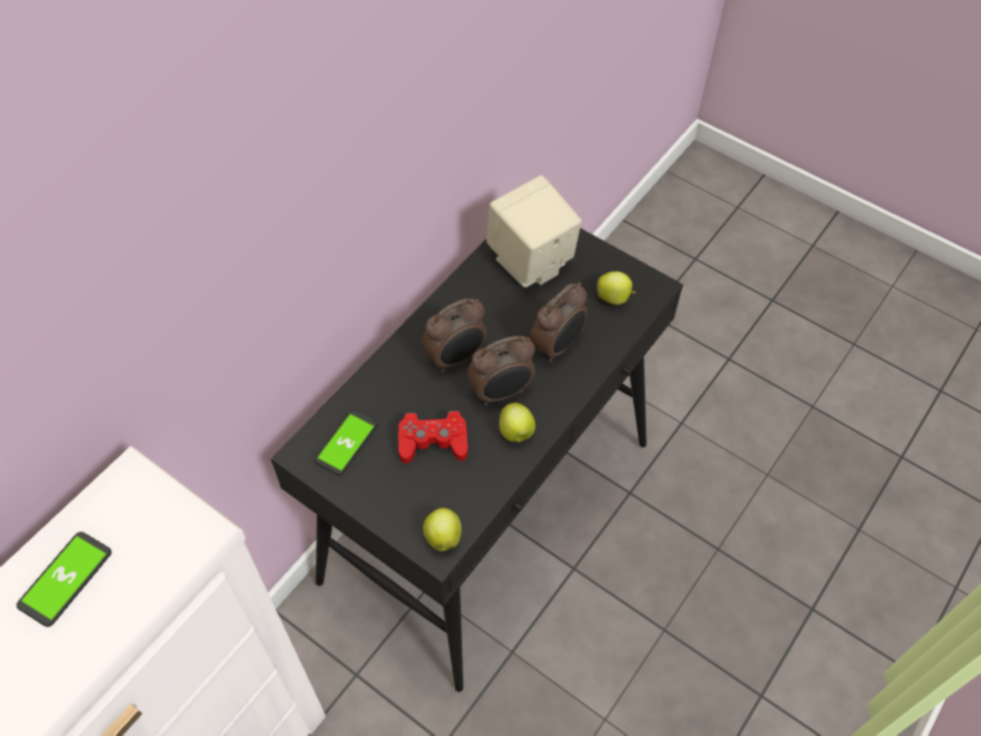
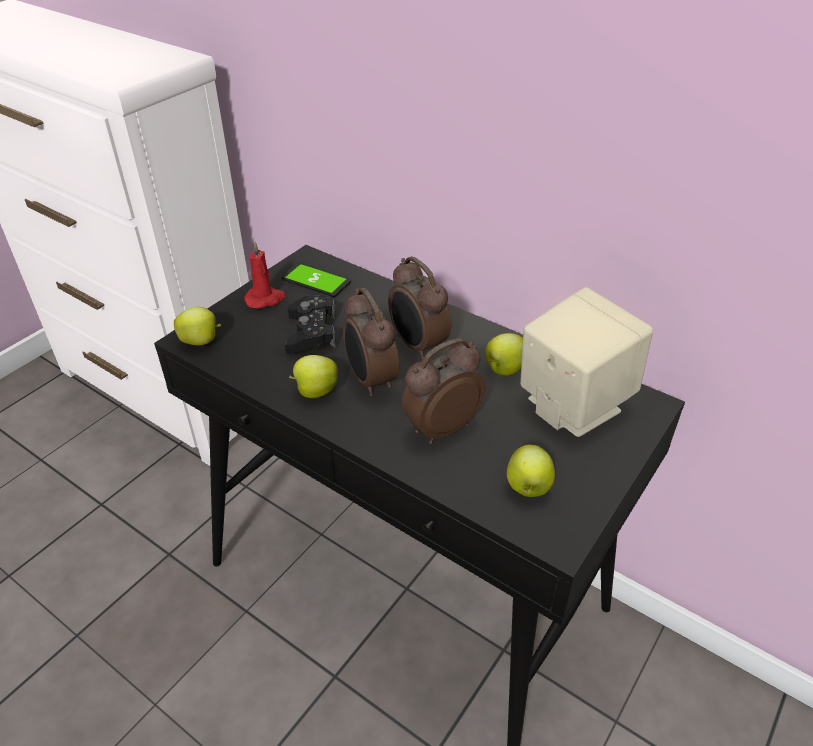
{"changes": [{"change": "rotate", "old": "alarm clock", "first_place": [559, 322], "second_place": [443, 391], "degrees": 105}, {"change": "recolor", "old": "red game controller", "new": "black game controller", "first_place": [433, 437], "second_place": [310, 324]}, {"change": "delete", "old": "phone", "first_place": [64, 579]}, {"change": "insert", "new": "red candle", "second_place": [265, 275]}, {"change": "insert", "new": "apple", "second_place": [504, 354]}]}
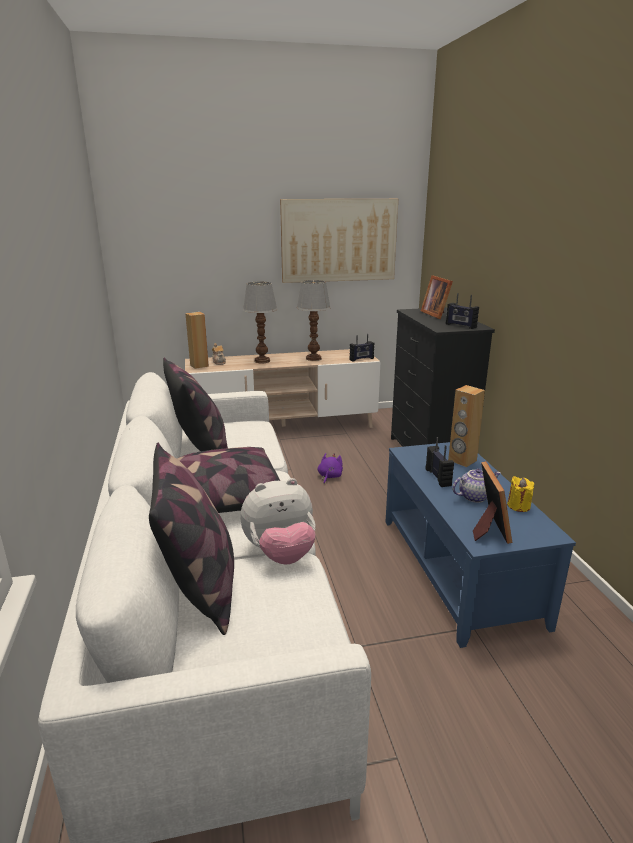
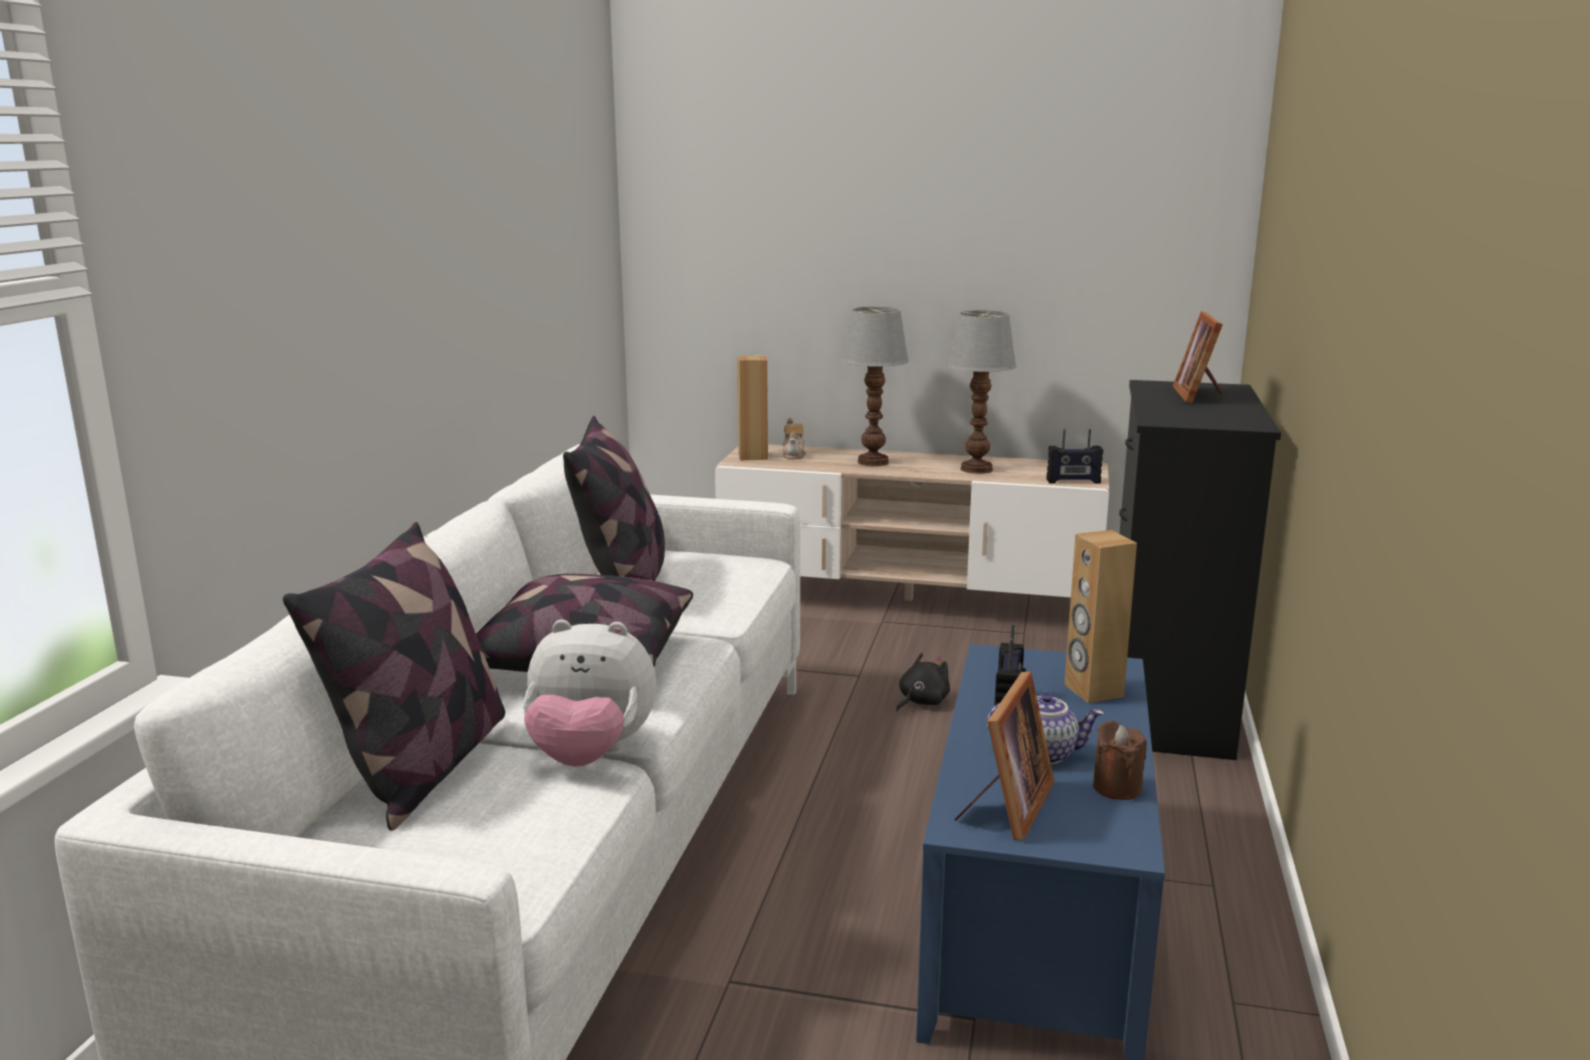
{"changes": [{"change": "delete", "old": "picture", "first_place": [339, 241]}, {"change": "delete", "old": "radio", "first_place": [462, 311]}, {"change": "recolor", "old": "purple plush toy", "new": "black plush toy", "first_place": [330, 468], "second_place": [923, 682]}, {"change": "recolor", "old": "yellow candle", "new": "brown candle", "first_place": [520, 494], "second_place": [1120, 760]}]}
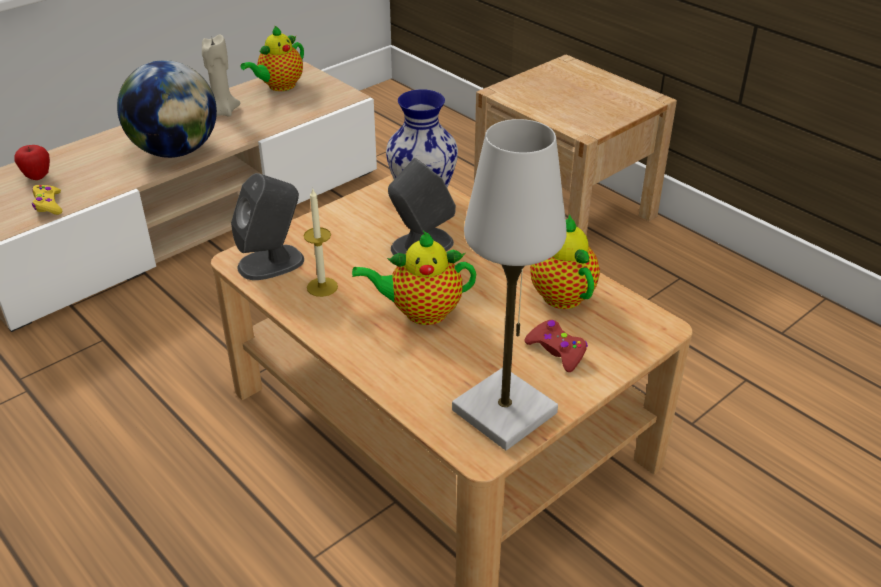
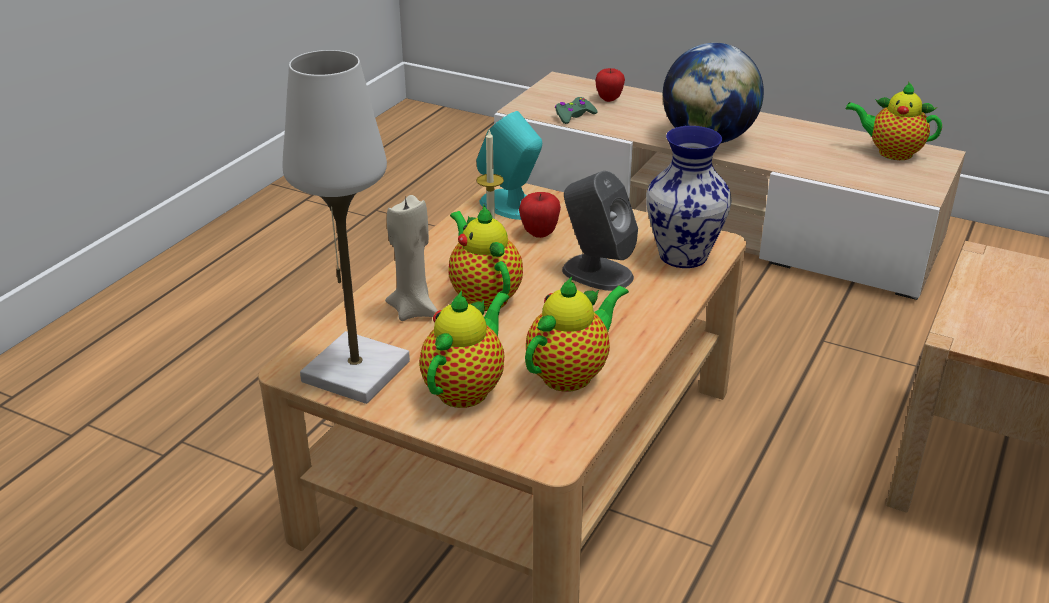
{"changes": [{"change": "move", "old": "beige candle", "first_place": [221, 75], "second_place": [411, 258]}, {"change": "recolor", "old": "grey speaker", "new": "turquoise speaker", "first_place": [267, 226], "second_place": [509, 165]}, {"change": "recolor", "old": "yellow game controller", "new": "green game controller", "first_place": [47, 200], "second_place": [576, 110]}, {"change": "replace", "old": "red game controller", "new": "teapot", "first_place": [556, 346], "second_place": [464, 349]}, {"change": "insert", "new": "apple", "second_place": [540, 215]}]}
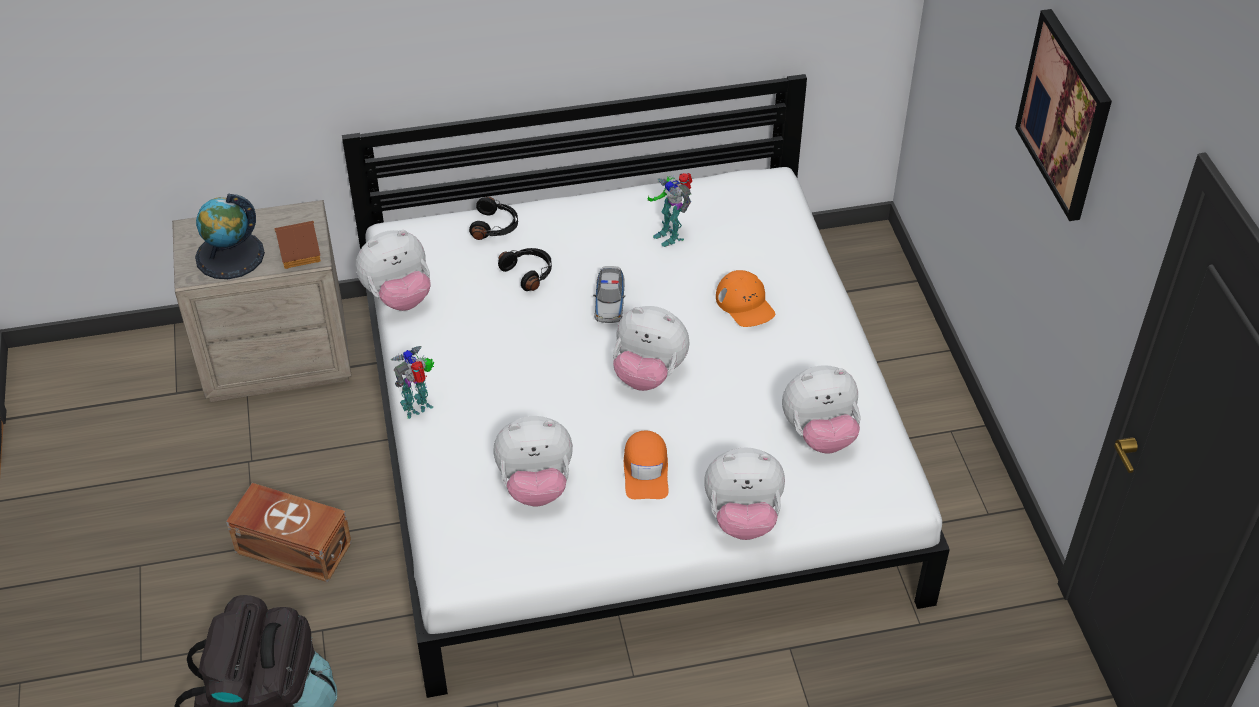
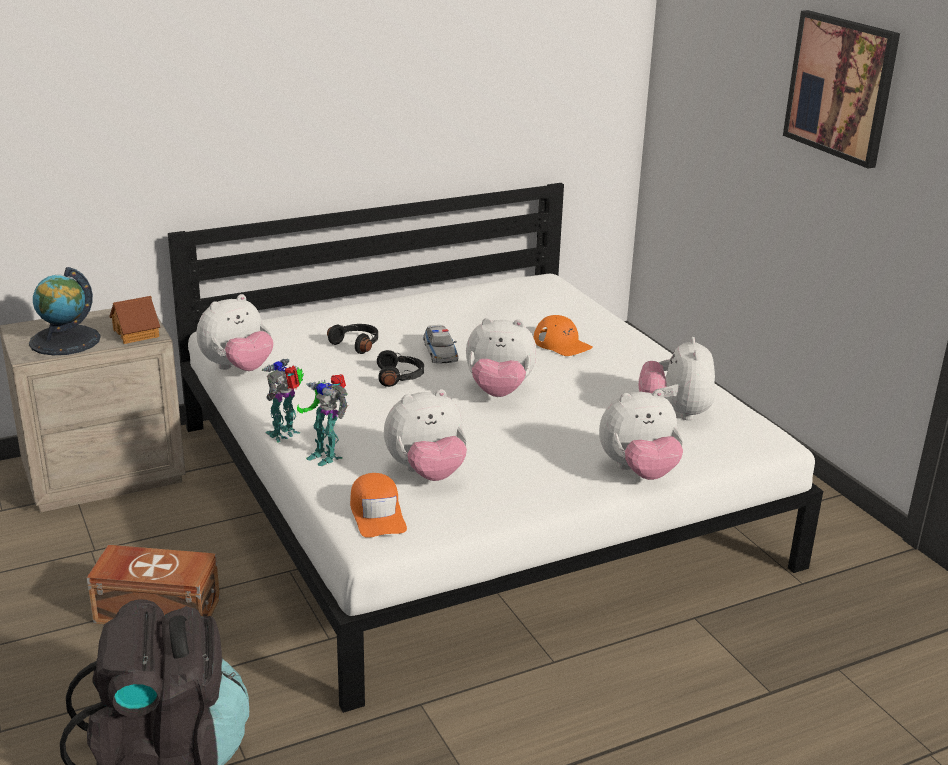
{"changes": [{"change": "move", "old": "toy robot", "first_place": [670, 210], "second_place": [322, 420]}, {"change": "move", "old": "black headphones", "first_place": [493, 218], "second_place": [400, 368]}, {"change": "rotate", "old": "plush toy", "first_place": [821, 409], "second_place": [677, 378], "degrees": 120}, {"change": "move", "old": "orange cap", "first_place": [646, 464], "second_place": [378, 505]}]}
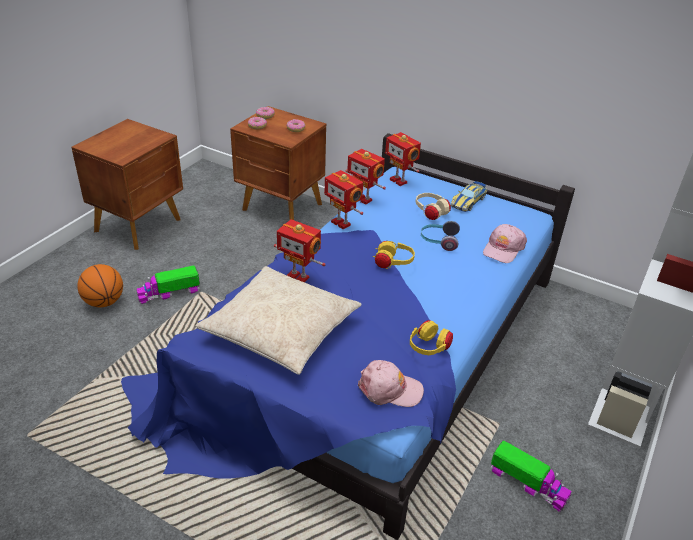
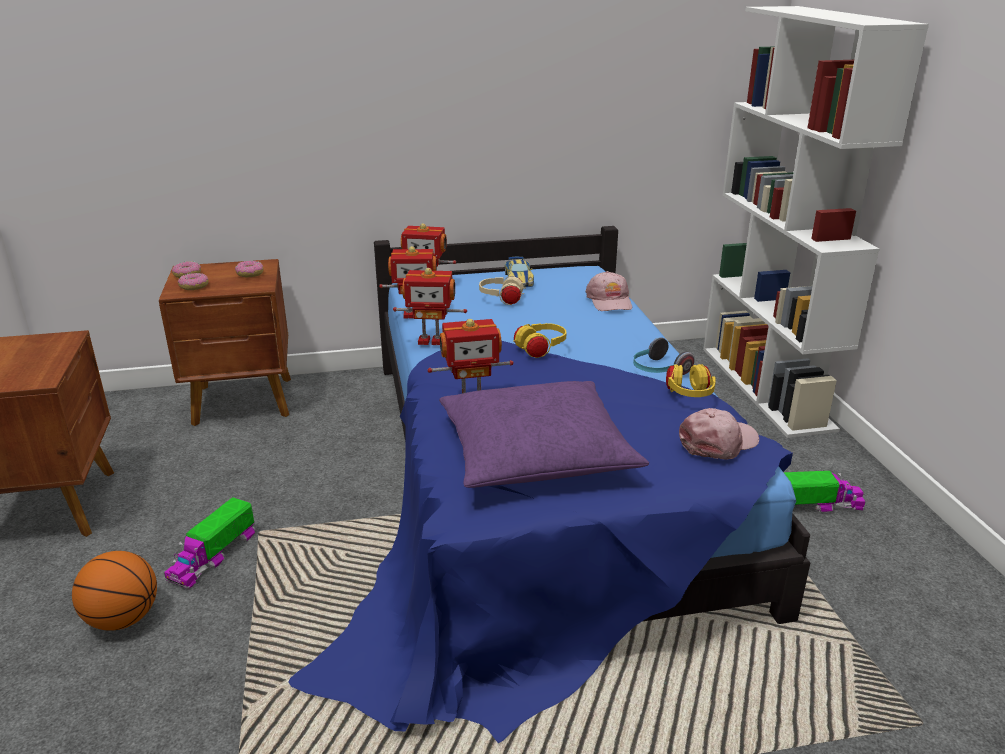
{"changes": [{"change": "move", "old": "headphones", "first_place": [440, 236], "second_place": [663, 356]}, {"change": "recolor", "old": "beige pillow", "new": "purple pillow", "first_place": [278, 320], "second_place": [544, 434]}]}
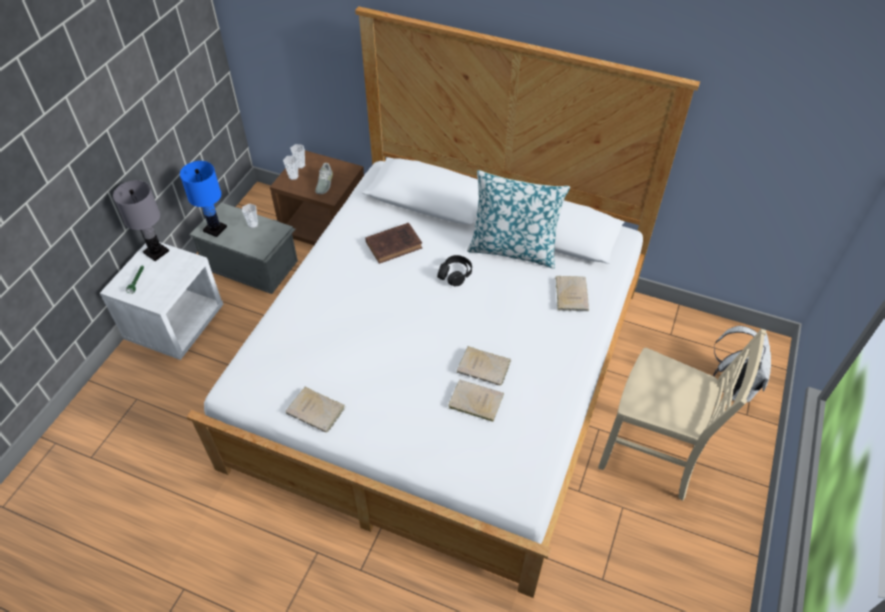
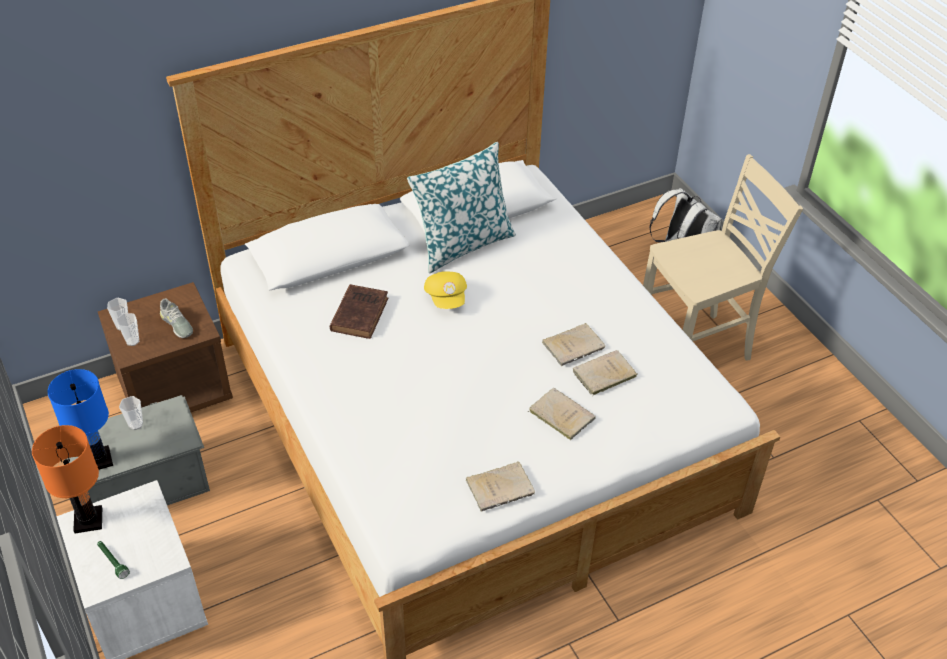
{"changes": [{"change": "recolor", "old": "grey table lamp", "new": "orange table lamp", "first_place": [141, 220], "second_place": [67, 479]}, {"change": "replace", "old": "black headphones", "new": "yellow cap", "first_place": [454, 271], "second_place": [445, 290]}, {"change": "move", "old": "beige book", "first_place": [572, 293], "second_place": [562, 414]}]}
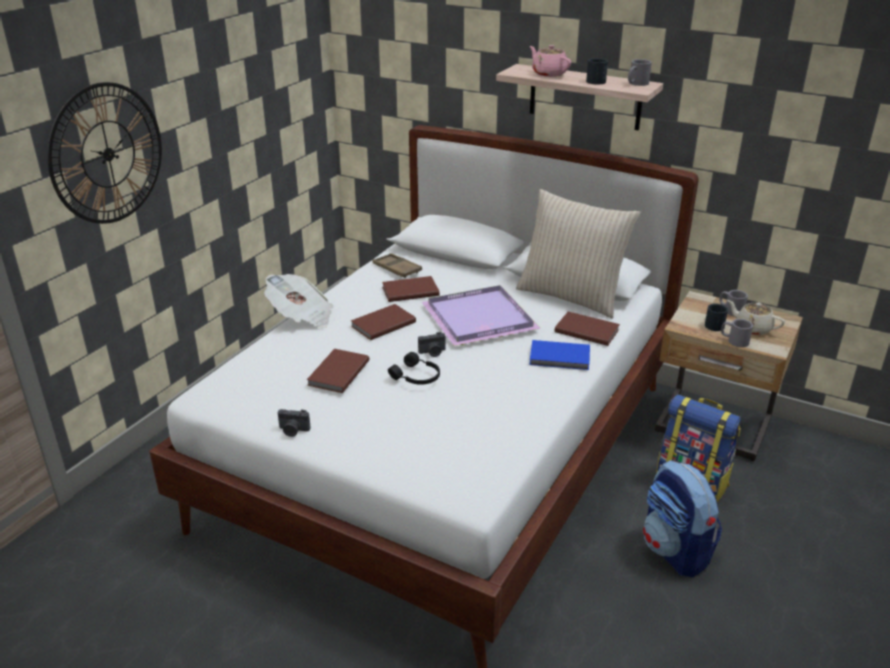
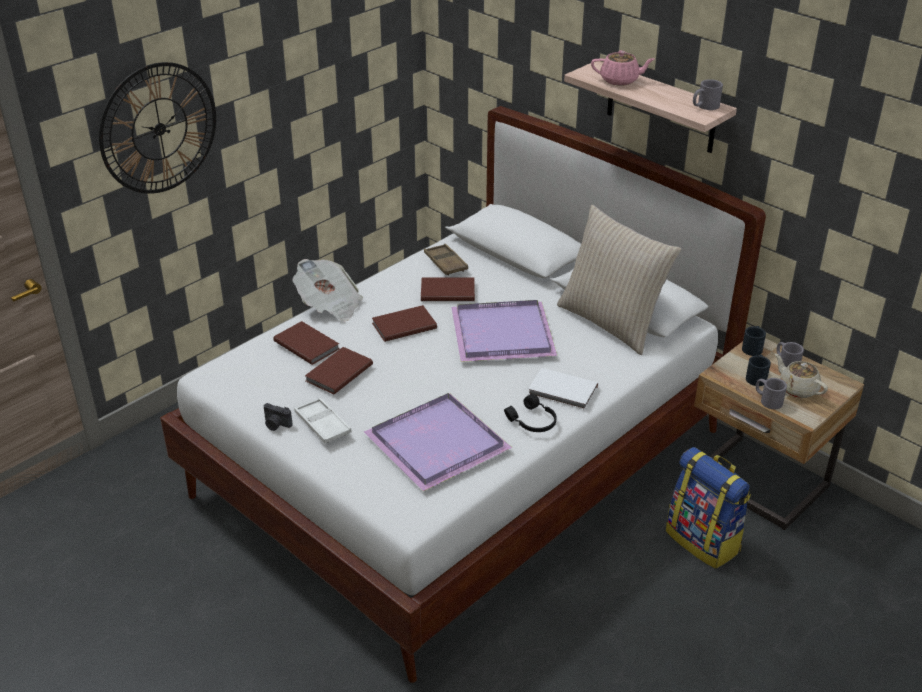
{"changes": [{"change": "rotate", "old": "pink teapot", "first_place": [550, 61], "second_place": [623, 68], "degrees": 120}, {"change": "move", "old": "black mug", "first_place": [597, 71], "second_place": [754, 341]}, {"change": "move", "old": "brown book", "first_place": [587, 328], "second_place": [306, 343]}, {"change": "delete", "old": "photo camera", "first_place": [432, 344]}, {"change": "recolor", "old": "blue book", "new": "white book", "first_place": [559, 355], "second_place": [563, 389]}, {"change": "move", "old": "black headphones", "first_place": [414, 368], "second_place": [530, 413]}, {"change": "delete", "old": "backpack", "first_place": [682, 518]}, {"change": "insert", "new": "purple tray", "second_place": [438, 442]}, {"change": "insert", "new": "white tray", "second_place": [323, 420]}]}
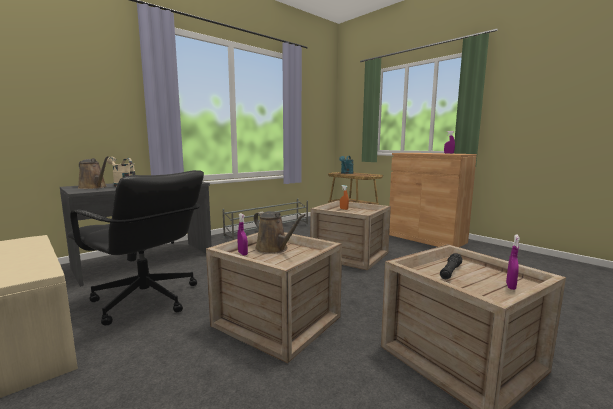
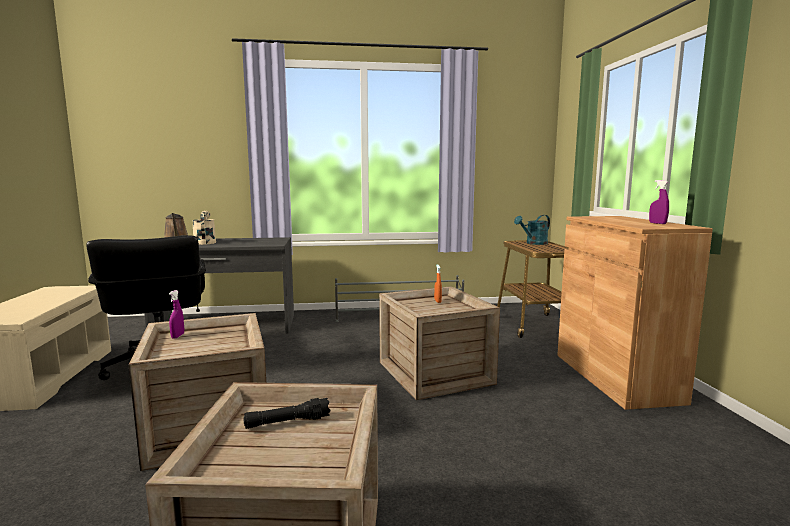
{"changes": [{"change": "delete", "old": "brown watering can", "first_place": [279, 232]}, {"change": "delete", "old": "purple spray bottle", "first_place": [513, 262]}]}
